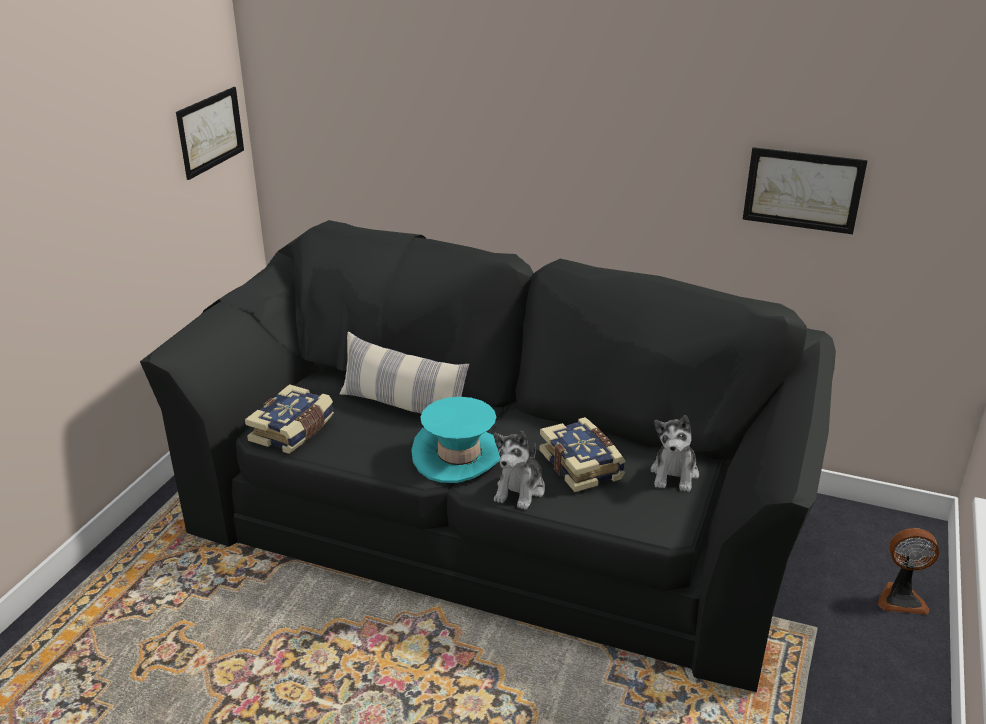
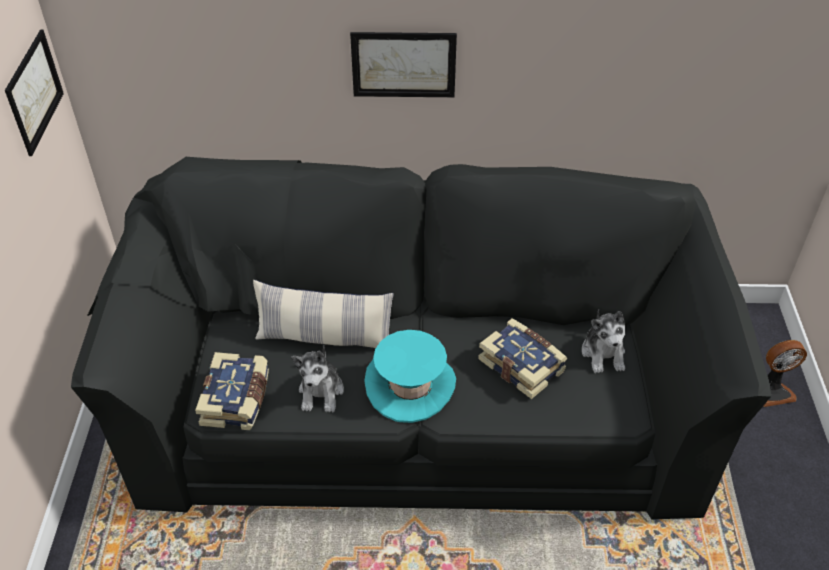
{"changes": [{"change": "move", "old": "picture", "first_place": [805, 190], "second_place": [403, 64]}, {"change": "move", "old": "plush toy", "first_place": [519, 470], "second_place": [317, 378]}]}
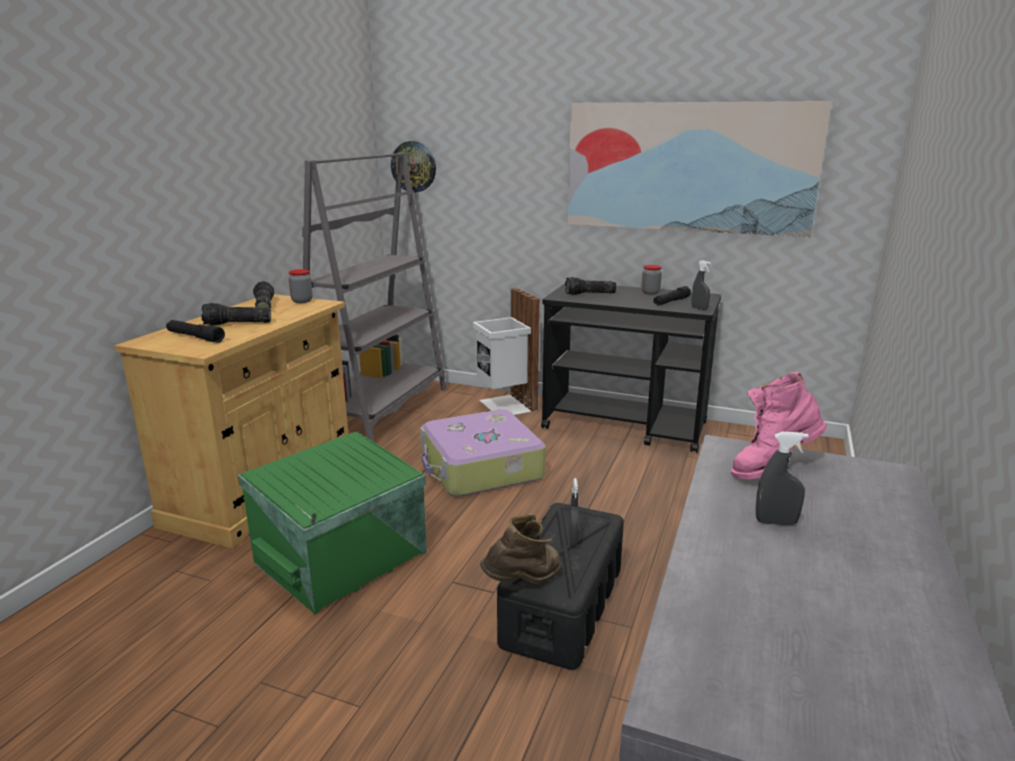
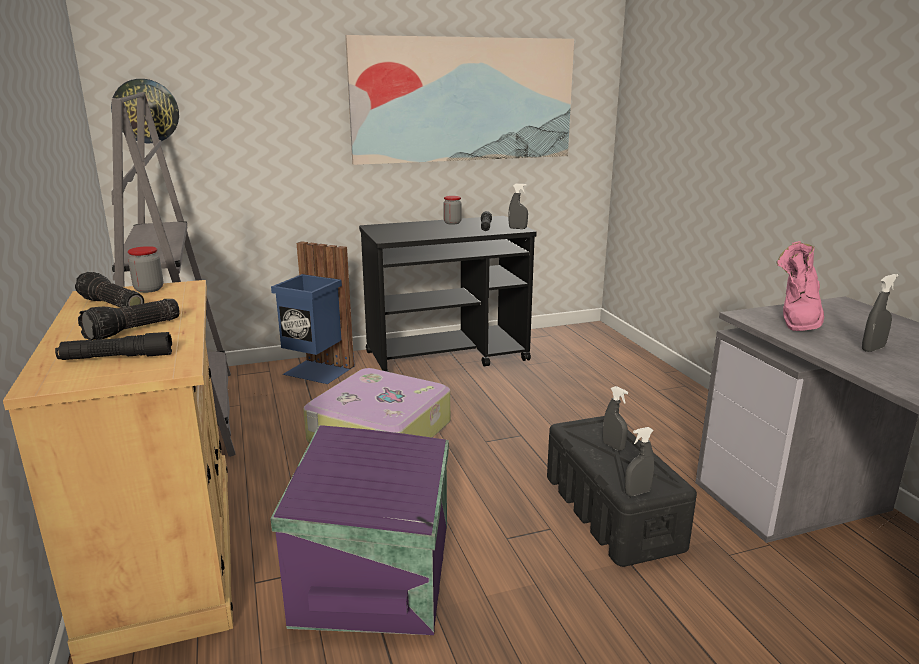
{"changes": [{"change": "delete", "old": "flashlight", "first_place": [590, 286]}, {"change": "recolor", "old": "white trash can", "new": "blue trash can", "first_place": [506, 351], "second_place": [313, 312]}, {"change": "recolor", "old": "green storage box", "new": "purple storage box", "first_place": [332, 523], "second_place": [359, 530]}, {"change": "replace", "old": "brown boot", "new": "grey spray bottle", "first_place": [520, 548], "second_place": [639, 461]}]}
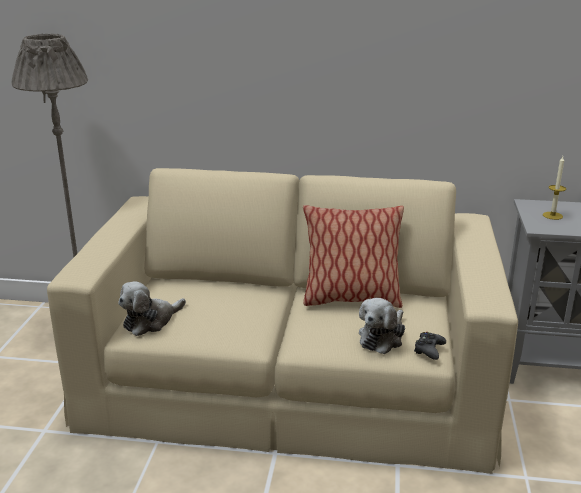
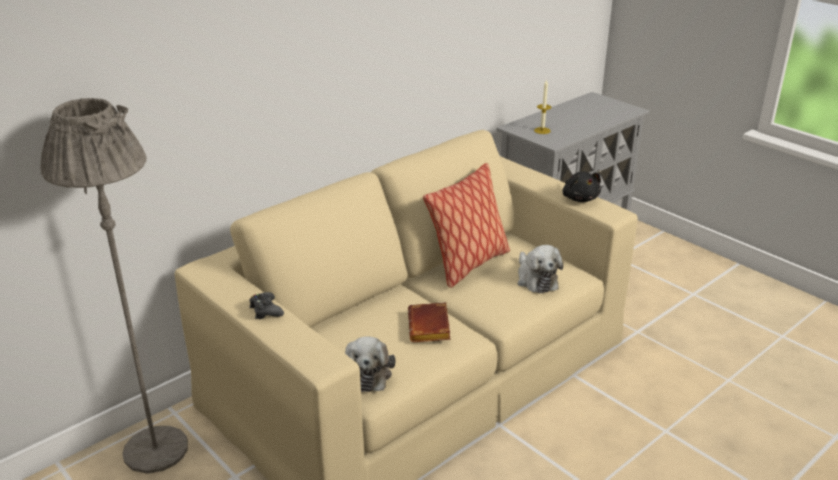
{"changes": [{"change": "move", "old": "black game controller", "first_place": [430, 346], "second_place": [267, 305]}, {"change": "insert", "new": "black plush toy", "second_place": [582, 186]}, {"change": "insert", "new": "brown book", "second_place": [429, 322]}]}
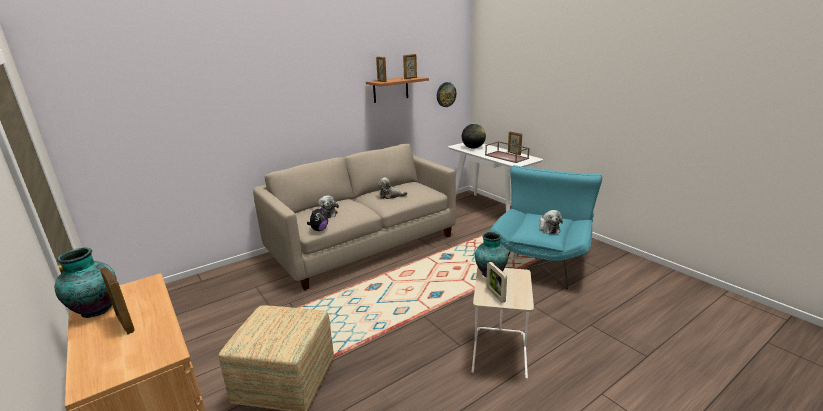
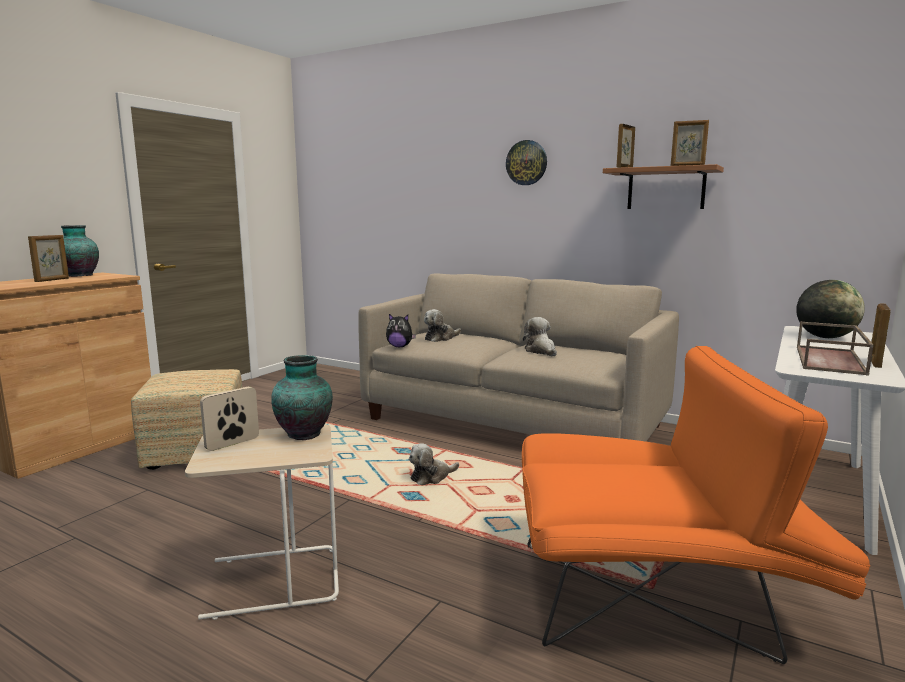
{"changes": [{"change": "move", "old": "wall clock", "first_place": [446, 94], "second_place": [526, 162]}, {"change": "recolor", "old": "turquoise armchair", "new": "orange armchair", "first_place": [545, 227], "second_place": [696, 505]}, {"change": "move", "old": "plush toy", "first_place": [551, 222], "second_place": [434, 464]}]}
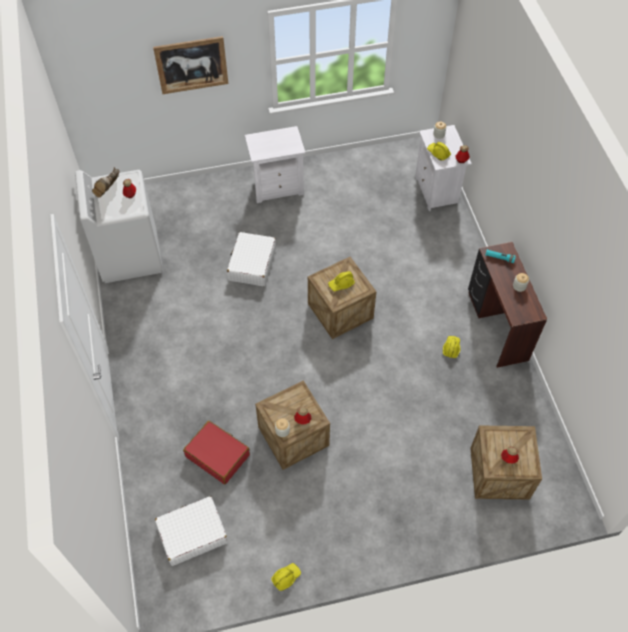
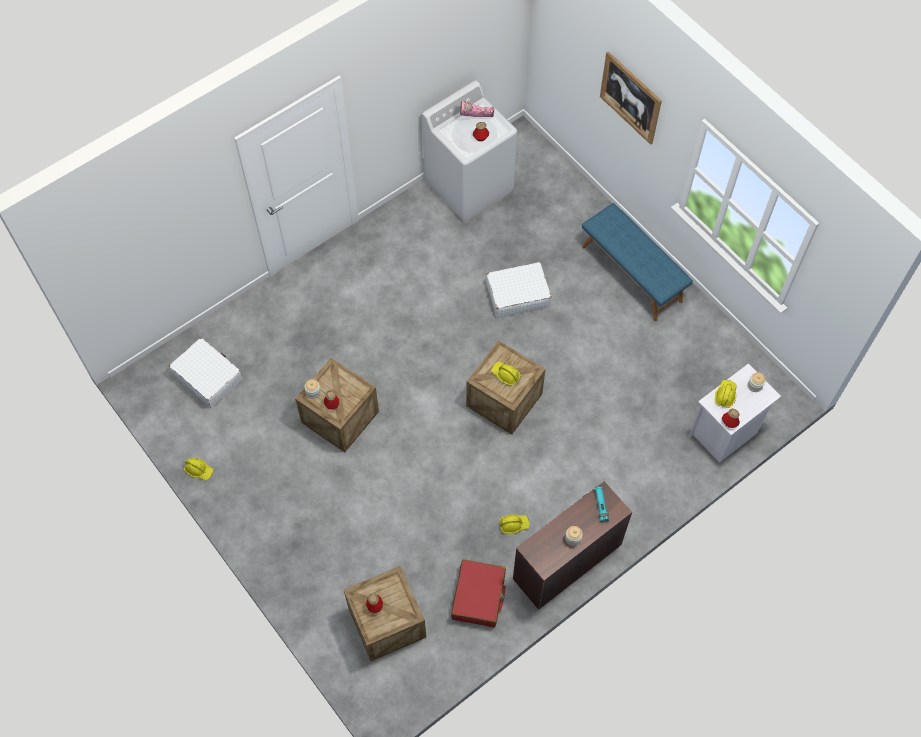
{"changes": [{"change": "replace", "old": "white nightstand", "new": "blue bench", "first_place": [275, 164], "second_place": [637, 262]}, {"change": "recolor", "old": "brown boot", "new": "pink boot", "first_place": [106, 182], "second_place": [477, 109]}, {"change": "move", "old": "red suitcase", "first_place": [216, 453], "second_place": [478, 593]}]}
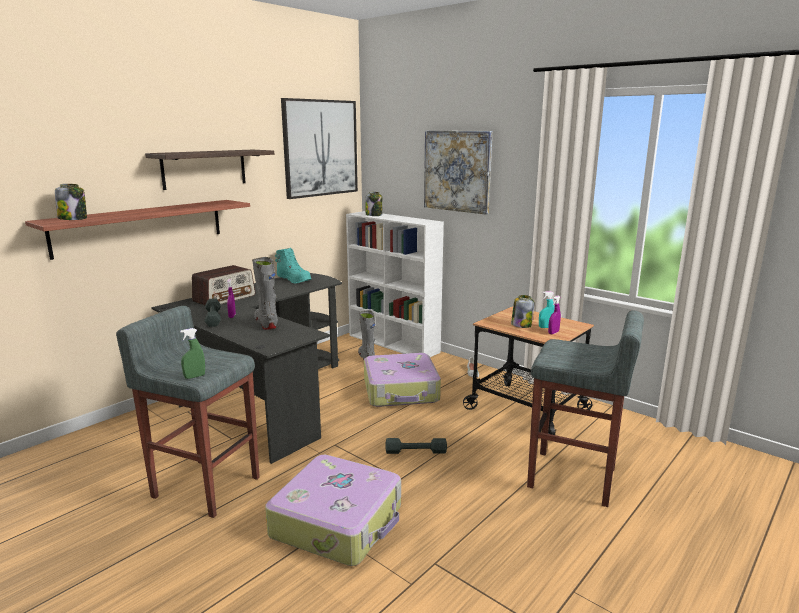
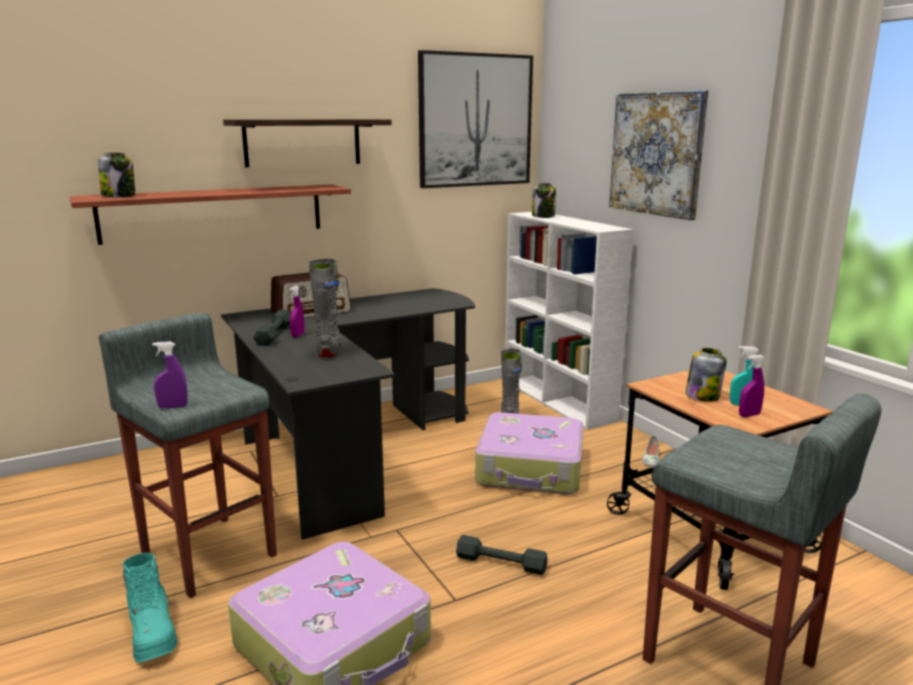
{"changes": [{"change": "move", "old": "turquoise boot", "first_place": [293, 266], "second_place": [149, 608]}, {"change": "recolor", "old": "green spray bottle", "new": "purple spray bottle", "first_place": [192, 353], "second_place": [170, 374]}]}
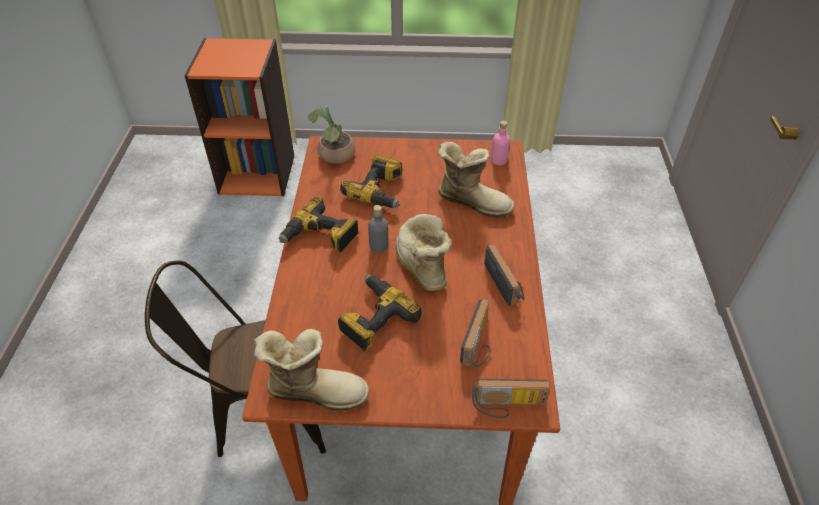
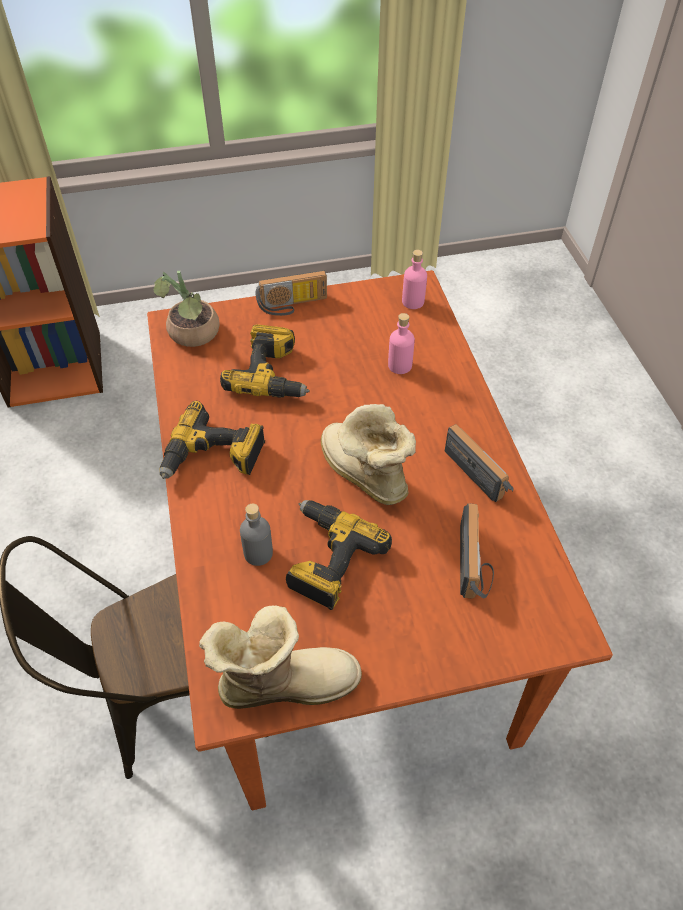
{"changes": [{"change": "replace", "old": "boot", "new": "pink bottle", "first_place": [475, 180], "second_place": [401, 343]}, {"change": "move", "old": "grey bottle", "first_place": [378, 229], "second_place": [256, 534]}, {"change": "move", "old": "radio", "first_place": [511, 398], "second_place": [291, 293]}]}
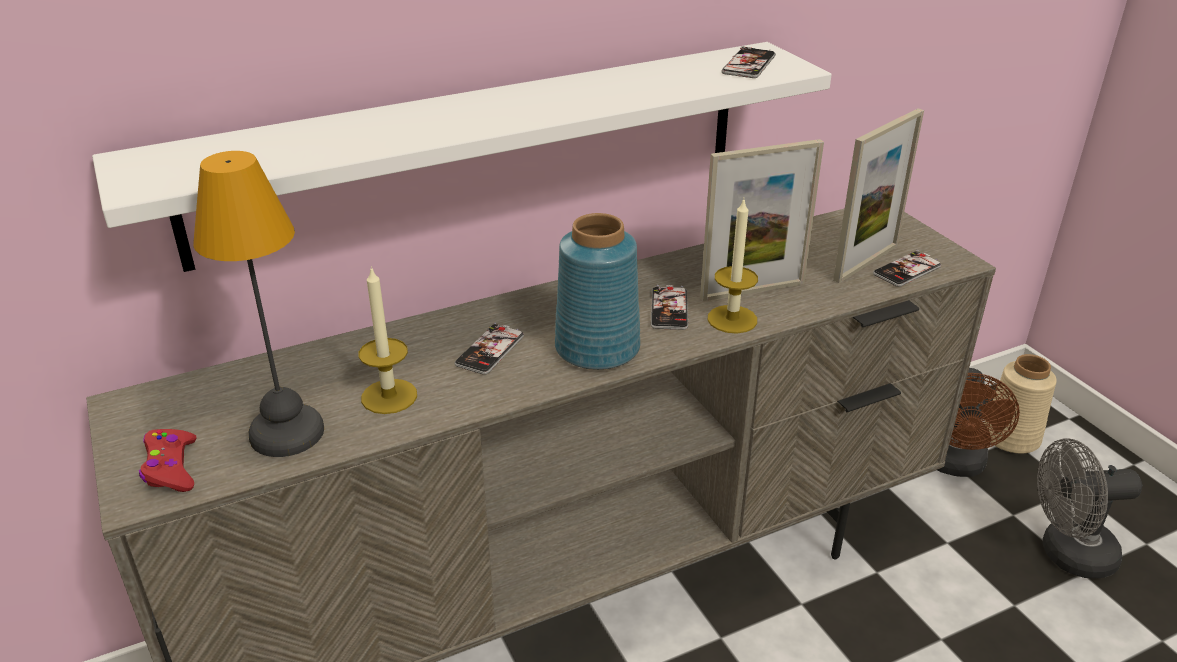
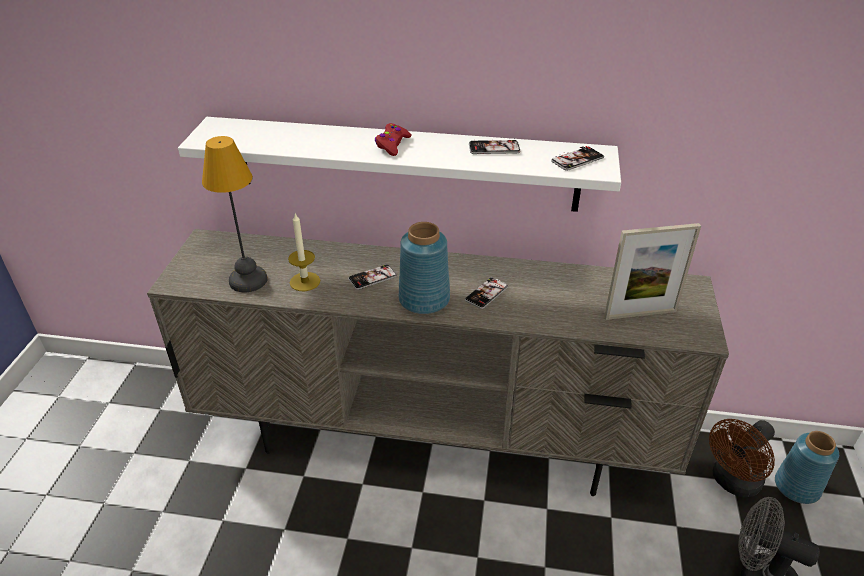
{"changes": [{"change": "delete", "old": "picture frame", "first_place": [762, 220]}, {"change": "delete", "old": "candle", "first_place": [733, 266]}, {"change": "move", "old": "phone", "first_place": [907, 268], "second_place": [494, 146]}, {"change": "recolor", "old": "beige vase", "new": "blue vase", "first_place": [1020, 404], "second_place": [807, 467]}, {"change": "move", "old": "red game controller", "first_place": [168, 460], "second_place": [393, 139]}]}
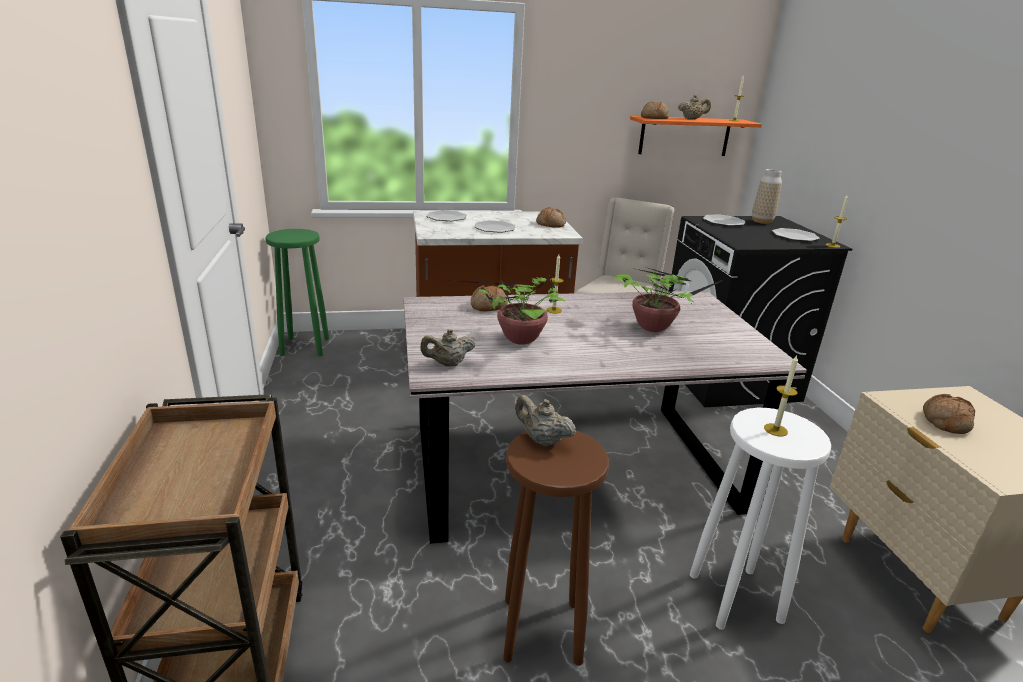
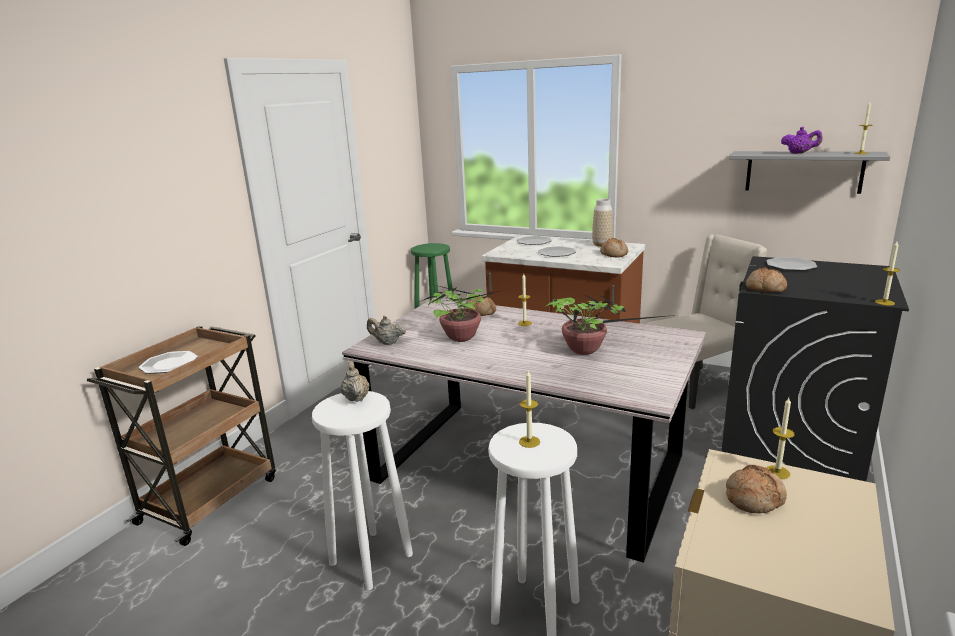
{"changes": [{"change": "recolor", "old": "beige teapot", "new": "purple teapot", "first_place": [694, 107], "second_place": [802, 140]}, {"change": "move", "old": "bread", "first_place": [655, 110], "second_place": [766, 279]}, {"change": "recolor", "old": "orange shelf", "new": "grey shelf", "first_place": [696, 136], "second_place": [809, 172]}, {"change": "move", "old": "vase", "first_place": [767, 196], "second_place": [602, 222]}, {"change": "move", "old": "plate", "first_place": [796, 234], "second_place": [168, 362]}, {"change": "recolor", "old": "brown stool", "new": "white stool", "first_place": [556, 548], "second_place": [362, 490]}, {"change": "insert", "new": "candle", "second_place": [781, 438]}]}
